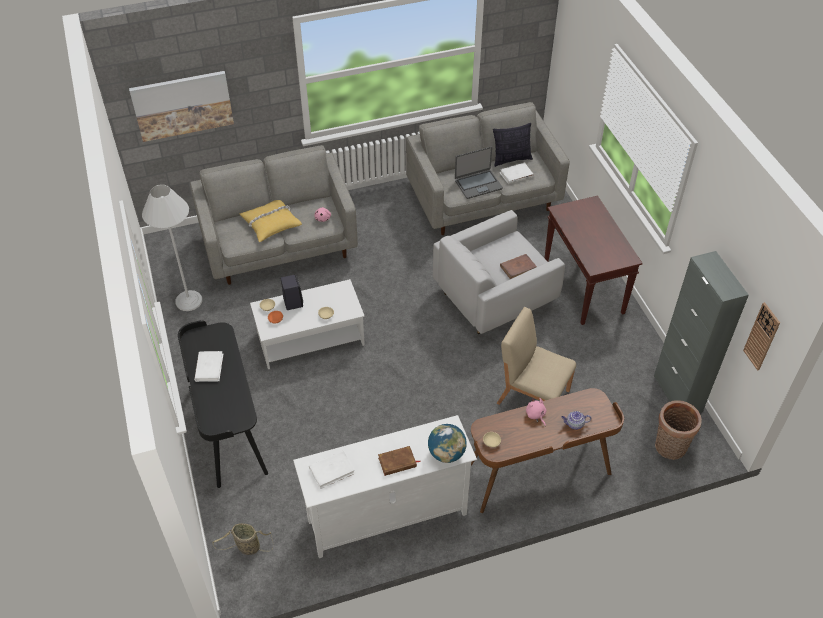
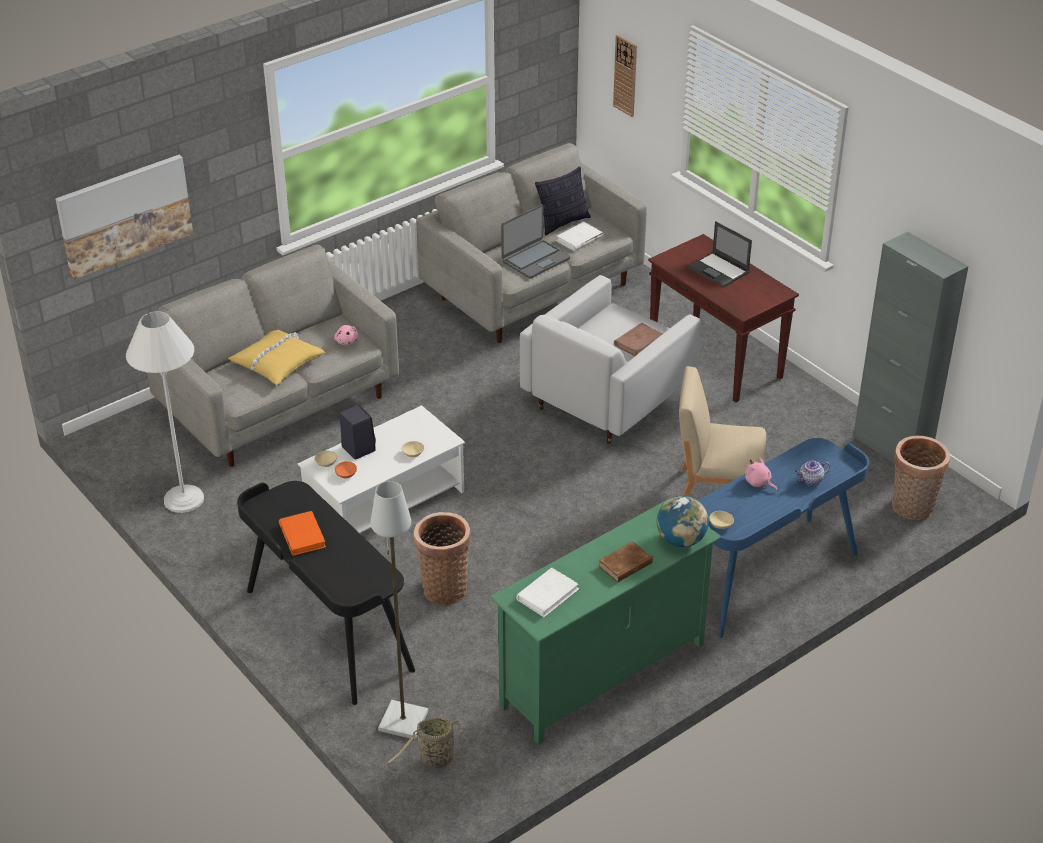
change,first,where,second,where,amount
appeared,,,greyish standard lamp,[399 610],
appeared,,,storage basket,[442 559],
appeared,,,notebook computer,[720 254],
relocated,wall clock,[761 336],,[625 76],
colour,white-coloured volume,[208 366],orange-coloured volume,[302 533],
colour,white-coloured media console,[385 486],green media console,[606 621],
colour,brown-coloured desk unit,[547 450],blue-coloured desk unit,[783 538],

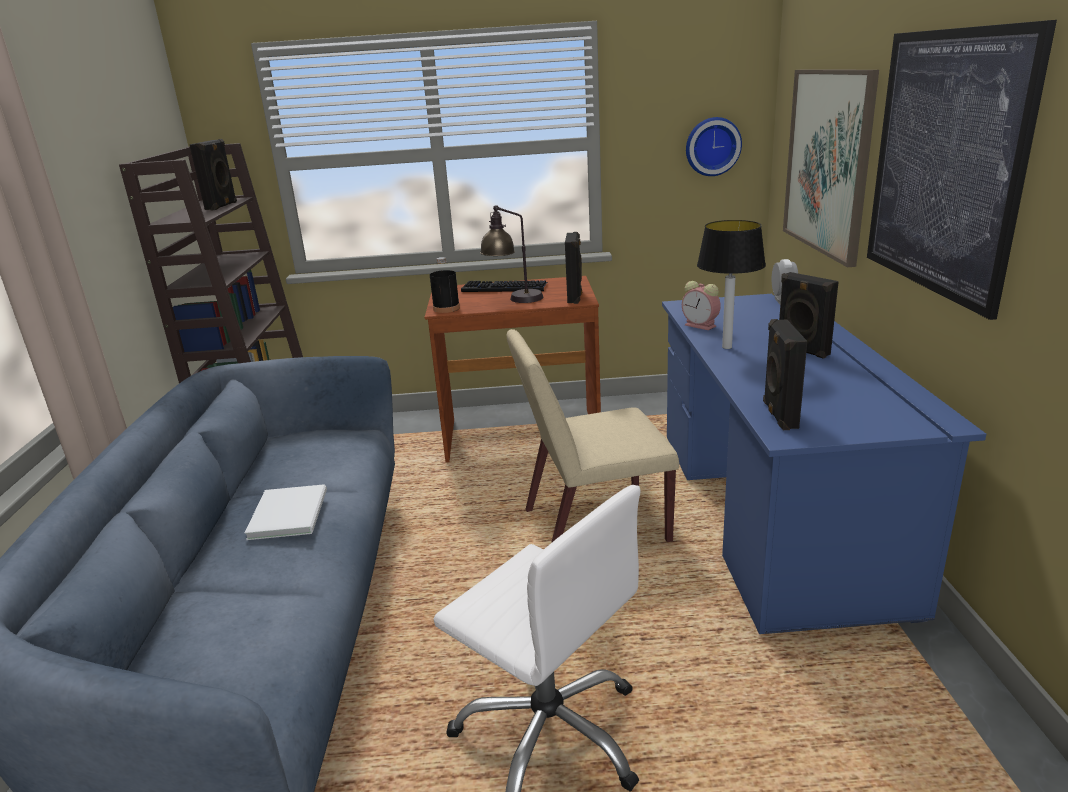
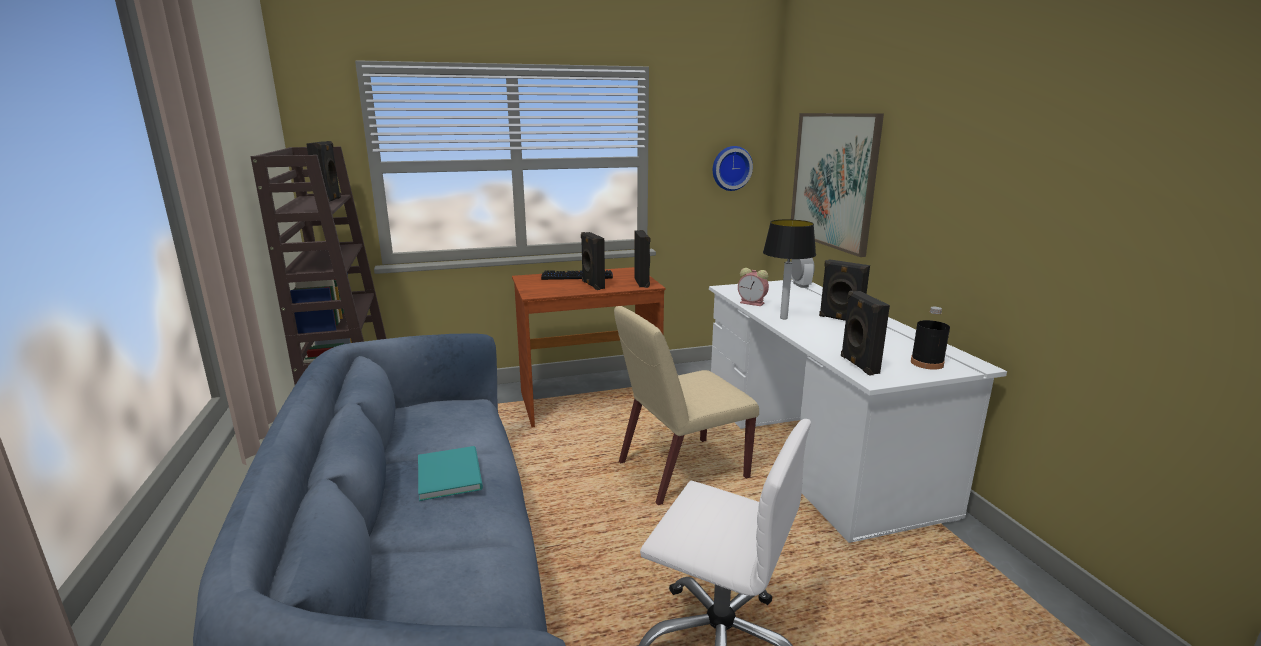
change,first,where,second,where,amount
missing,wall art,[962 170],,,
relocated,black bottle,[445 285],,[930 338],
exchanged,table lamp,[511 254],black audio speaker,[593 261],
colour,white-coloured volume,[286 512],turquoise volume,[450 473],
colour,blue-coloured desk unit,[824 464],white-coloured desk unit,[858 411],

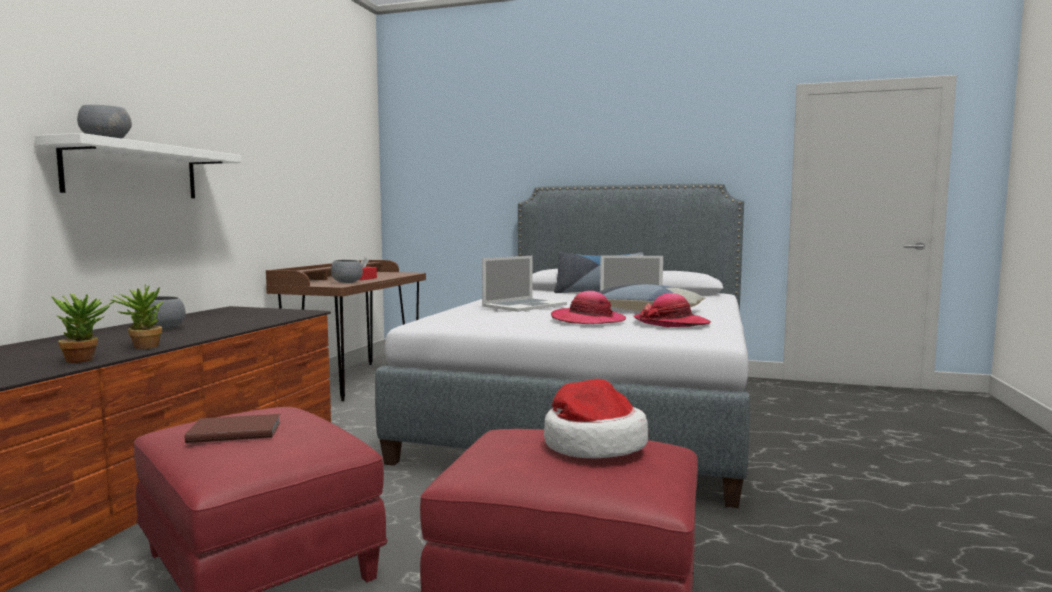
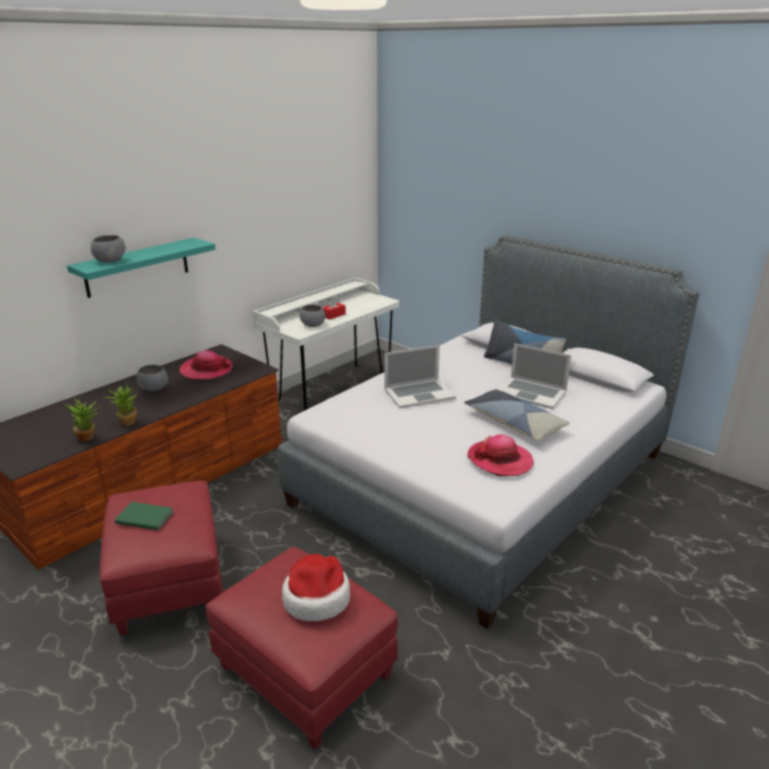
change,first,where,second,where,amount
relocated,wearable hat,[588 307],,[206 365],
colour,white-coloured bracket shelf,[138 165],turquoise bracket shelf,[141 268],
colour,brown-coloured volume,[233 428],green volume,[144 516],
colour,brown-coloured desk unit,[346 330],white-coloured desk unit,[325 344],

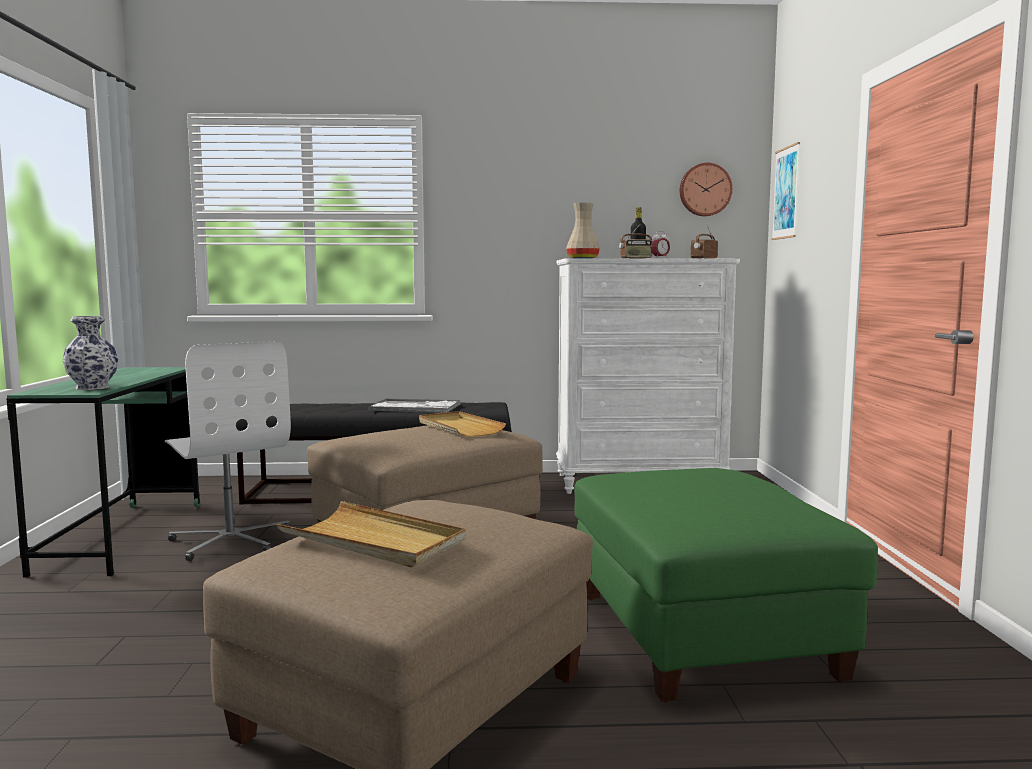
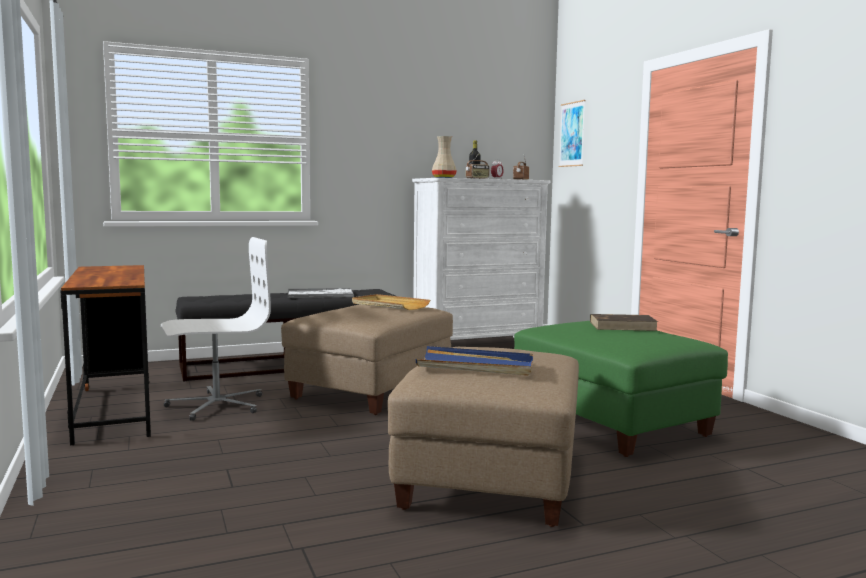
change,first,where,second,where,amount
missing,decorative vase,[90 353],,,
missing,wall clock,[706 189],,,
appeared,,,brown-coloured volume,[624 322],
colour,green desk unit,[103 472],brown-coloured desk unit,[105 355],
colour,beige tray,[371 534],blue-coloured tray,[474 361],
spun,white-coloured desk chair,[228 451],,[216 329],60 degrees counterclockwise

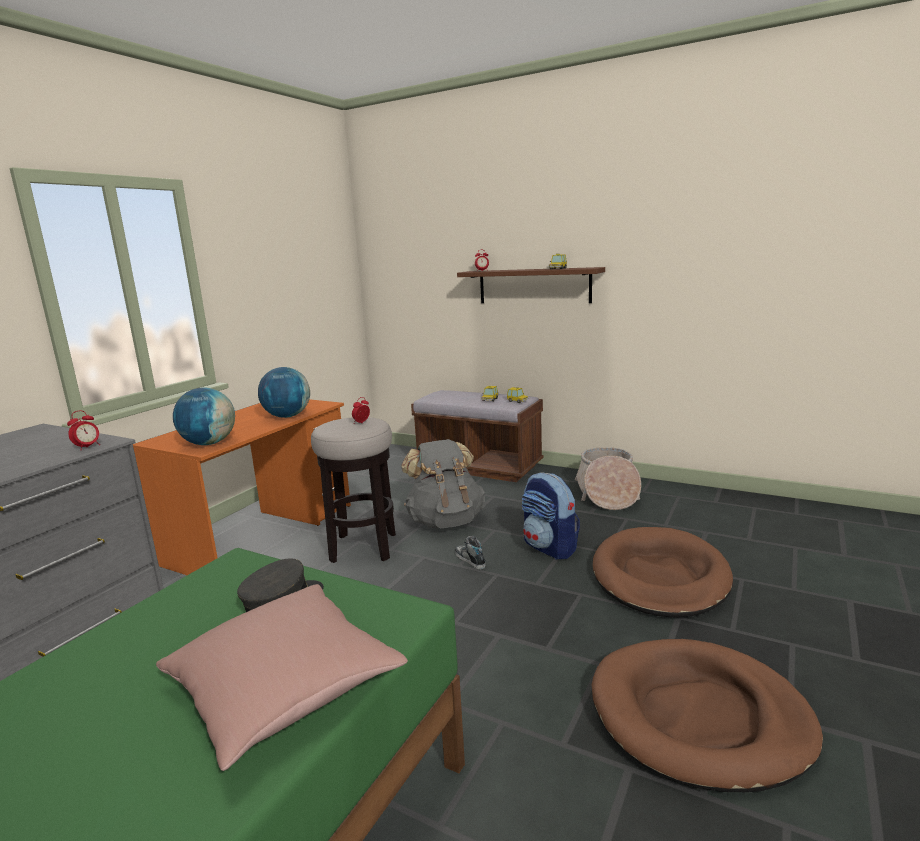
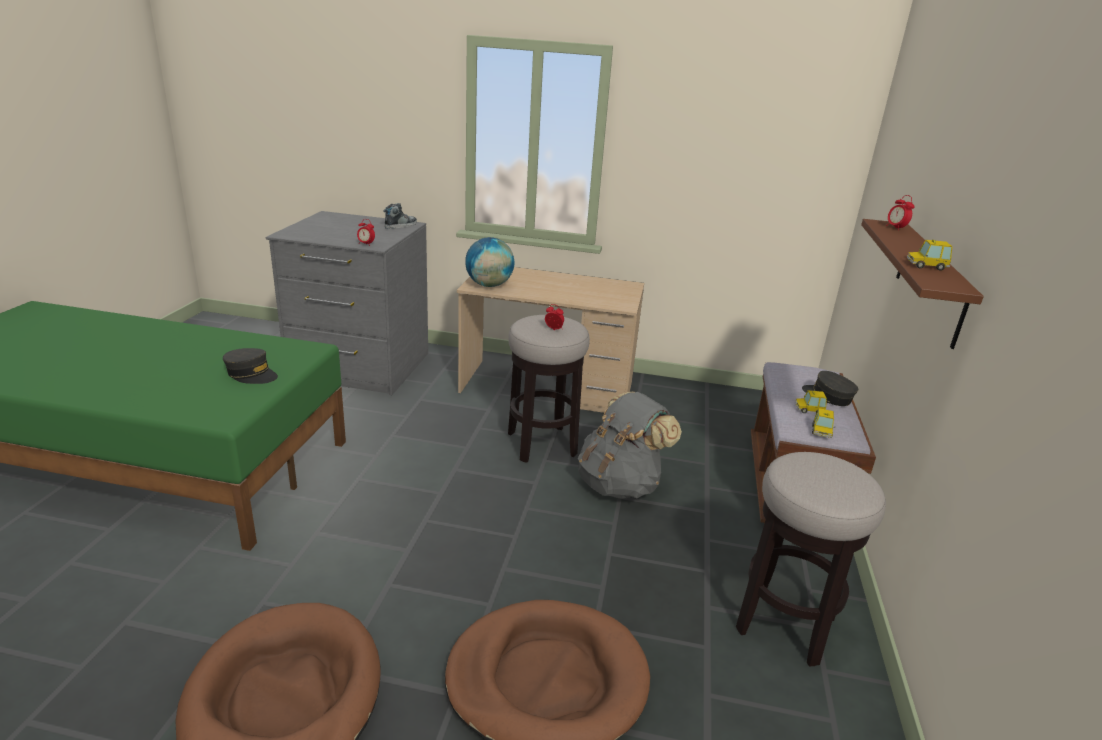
change,first,where,second,where,amount
missing,pink-coloured throw pillow,[282 677],,,
missing,desk globe,[284 392],,,
missing,knapsack,[551 515],,,
appeared,,,greyish cap,[830 388],
relocated,low shoe,[470 553],,[400 216],
exchanged,storage basket,[608 478],sitting stool,[811 559],
colour,orange-coloured desk unit,[242 487],beige desk unit,[550 340],

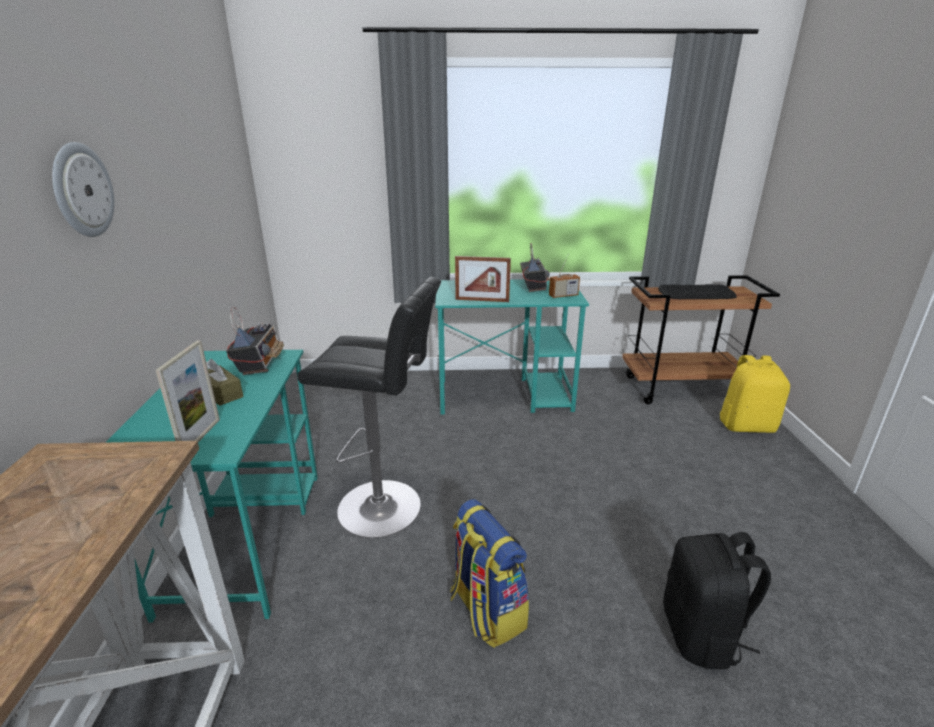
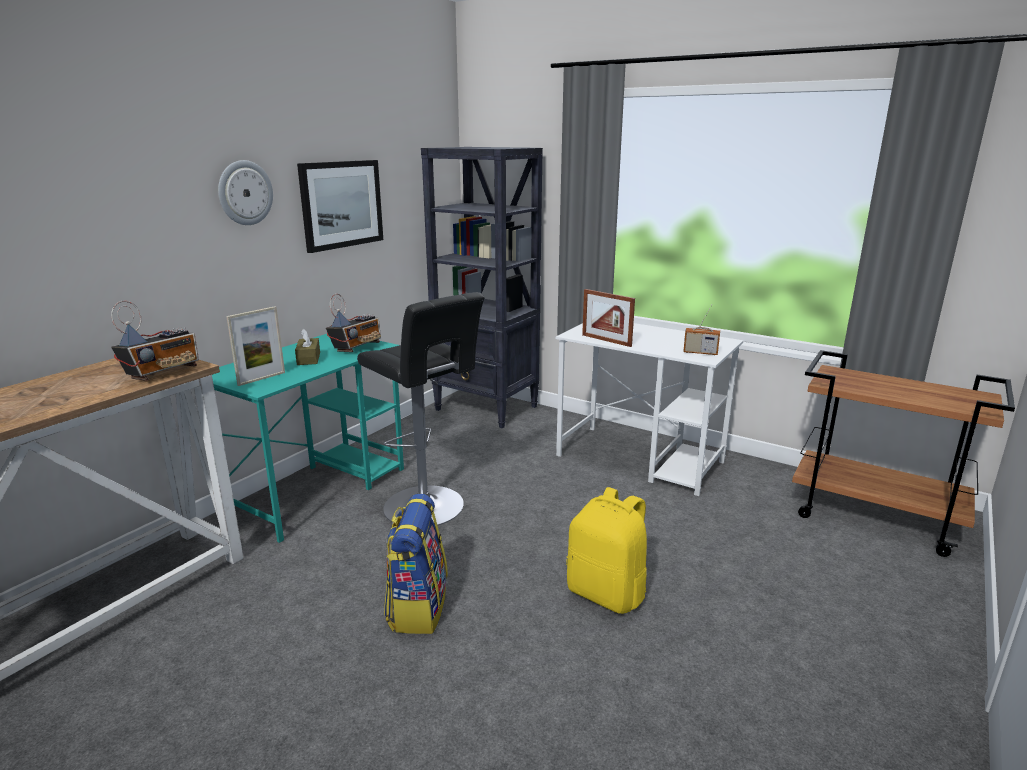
change,first,where,second,where,amount
missing,keyboard,[697 291],,,
missing,black knapsack,[717 600],,,
appeared,,,wall art,[340 206],
appeared,,,black shelving unit,[482 287],
relocated,radio,[535 267],,[155 341],
relocated,yellow knapsack,[754 394],,[606 550],
colour,turquoise desk unit,[512 346],white-coloured desk unit,[649 409],

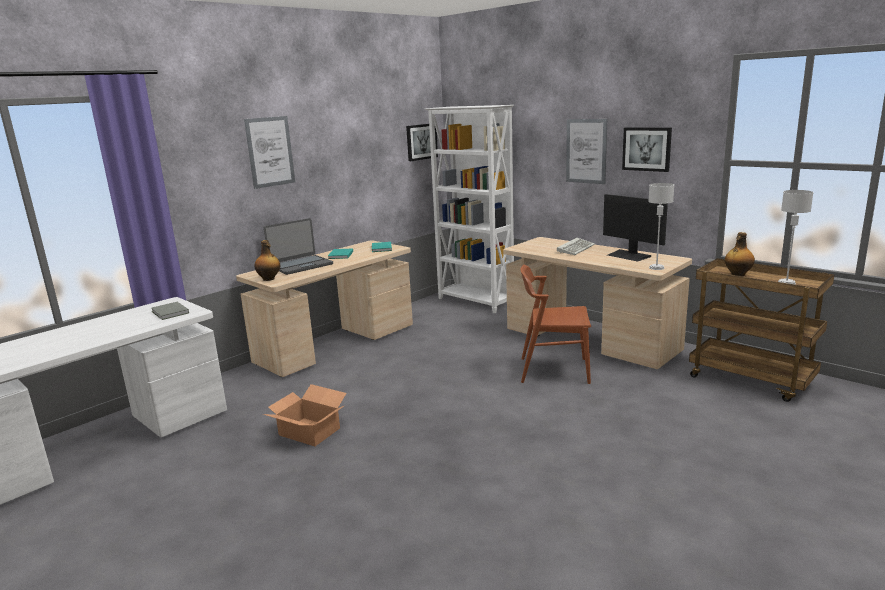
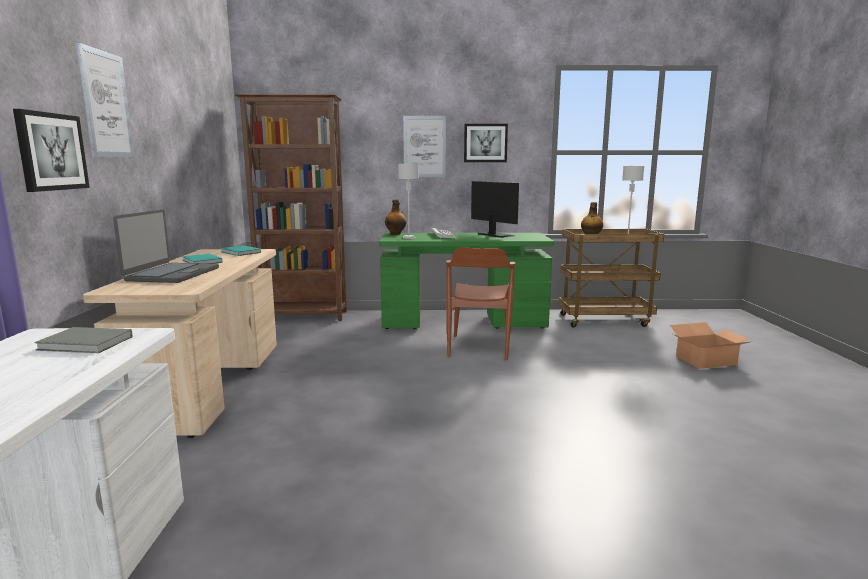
change,first,where,second,where,amount
relocated,bottle,[267 260],,[396 217],
relocated,cardboard box,[305 415],,[711 345],
relocated,wall art,[422 142],,[51 150],
relocated,greyish table lamp,[661 226],,[408 201],
colour,white-coloured shelving unit,[469 209],brown-coloured shelving unit,[291 207],
colour,beige desk unit,[597 303],green desk unit,[466 281],
spun,brown-coloured chair,[555 324],,[481 303],45 degrees counterclockwise
spun,monitor,[635 228],,[495 209],135 degrees counterclockwise

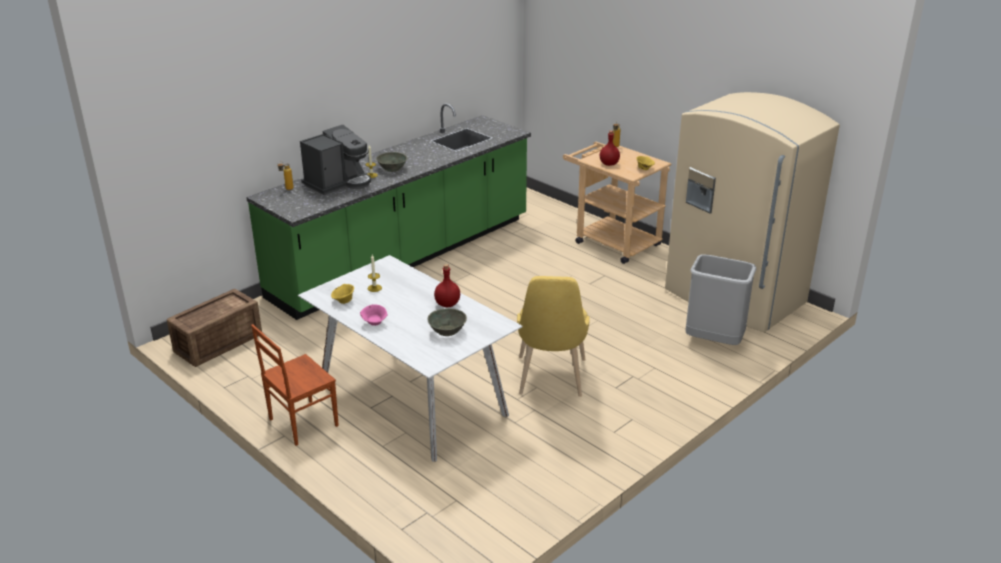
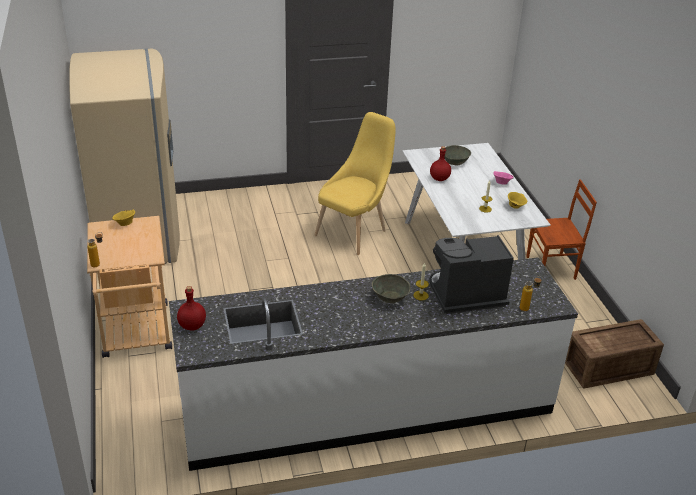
change,first,where,second,where,amount
missing,greyish waste bin,[720 299],,,
relocated,reddish bottle,[610 148],,[191 308],
colour,green kitchen base unit,[388 211],white-coloured kitchen base unit,[373 364],

